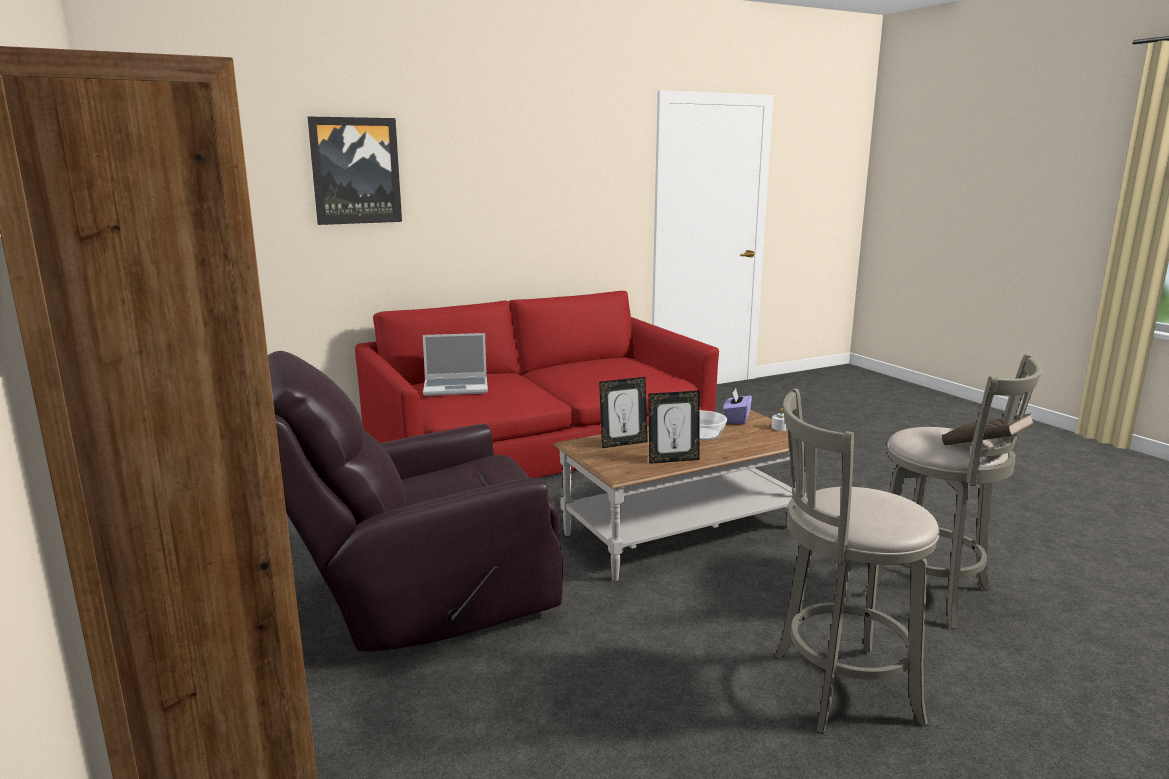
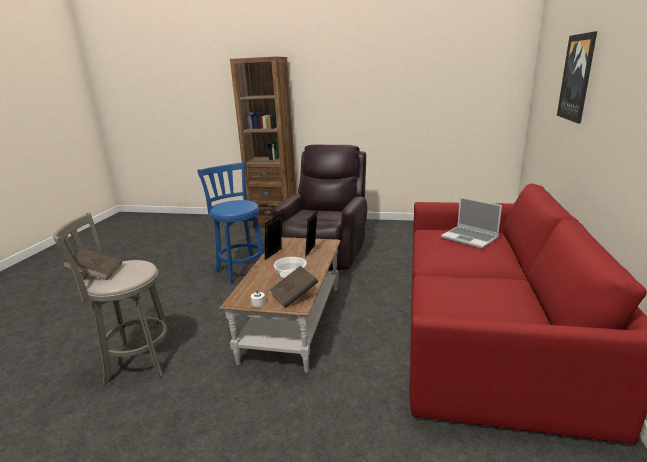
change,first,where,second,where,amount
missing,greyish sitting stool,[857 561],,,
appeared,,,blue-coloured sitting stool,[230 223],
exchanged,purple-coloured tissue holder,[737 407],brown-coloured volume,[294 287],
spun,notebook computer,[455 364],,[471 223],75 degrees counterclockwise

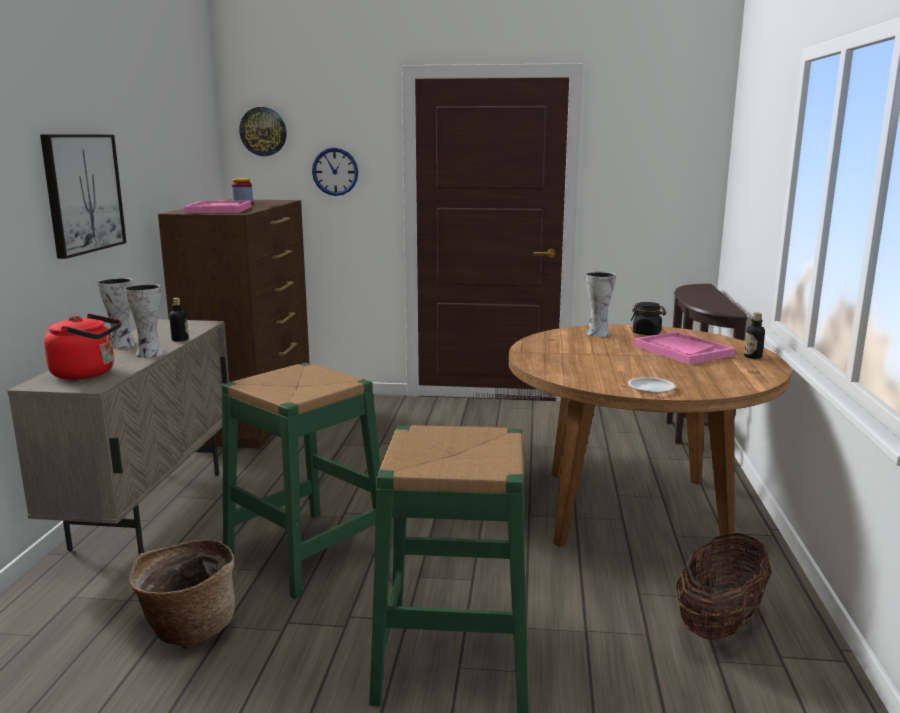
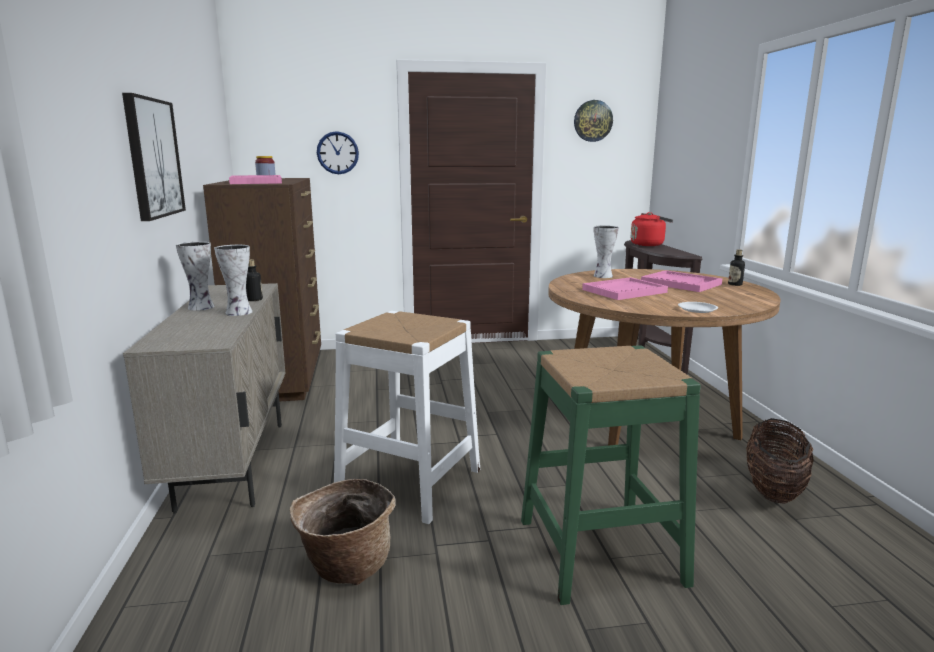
change,first,where,second,where,amount
missing,black jar,[648 318],,,
appeared,,,pink-coloured tray,[625 288],
relocated,reddish tea kettle,[82 347],,[652 229],
relocated,wall clock,[263 131],,[593 121],
colour,green sitting stool,[301 481],white-coloured sitting stool,[407 417],

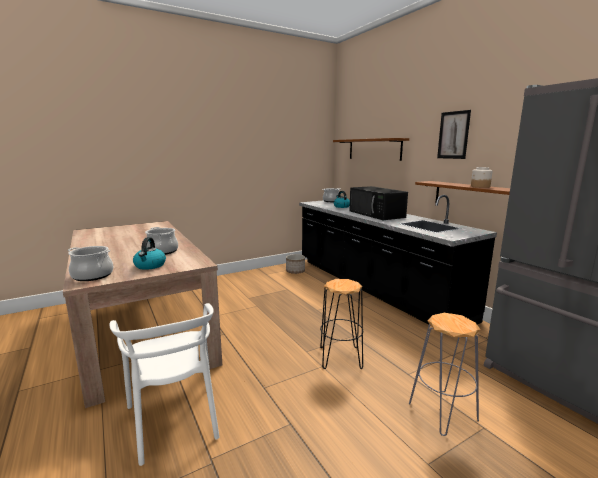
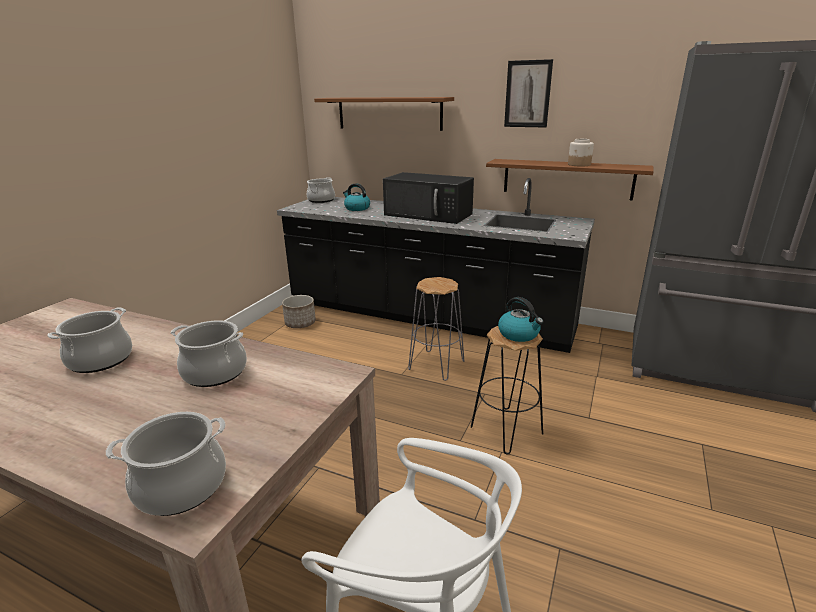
change,first,where,second,where,amount
appeared,,,stockpot,[89 340],
relocated,tea kettle,[149 253],,[520 319],
relocated,greyish sitting stool,[445 374],,[436 329],

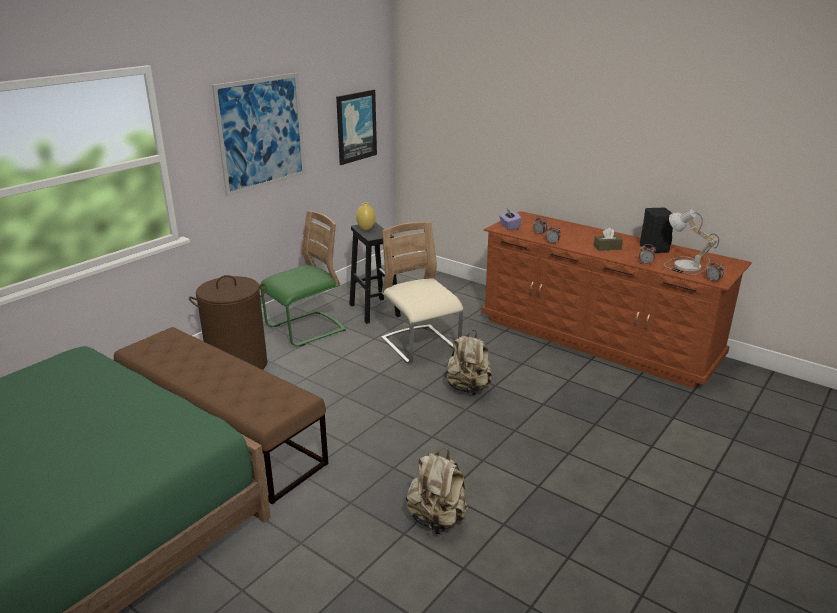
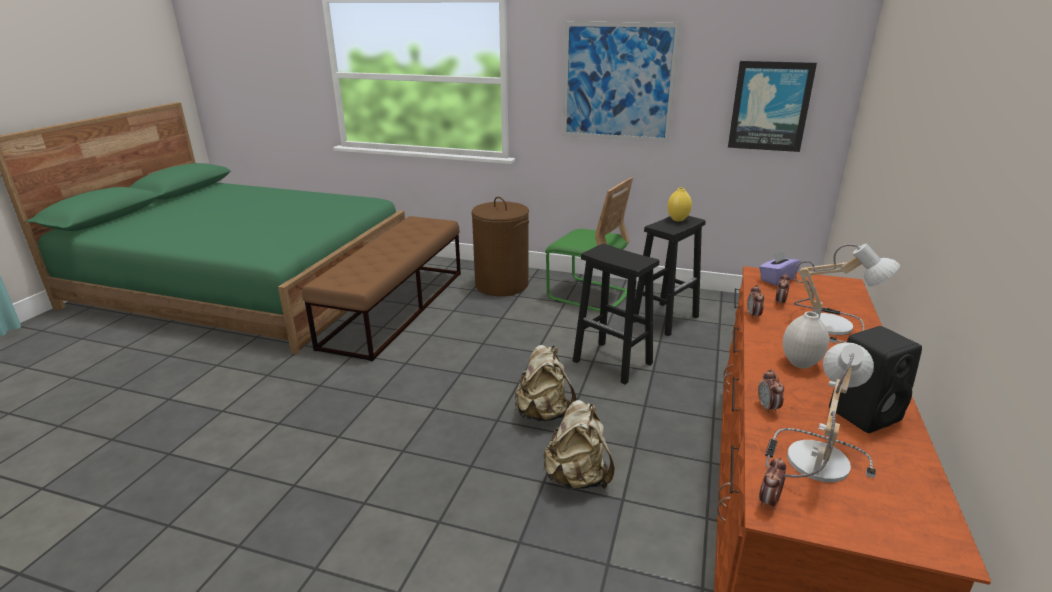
change,first,where,second,where,amount
appeared,,,table lamp,[847 293],
relocated,beige knapsack,[437 491],,[578 444],
exchanged,beige chair,[422 292],black sitting stool,[616 314],
exchanged,brown-coloured tissue holder,[608 239],white-coloured decorative vase,[806 339],

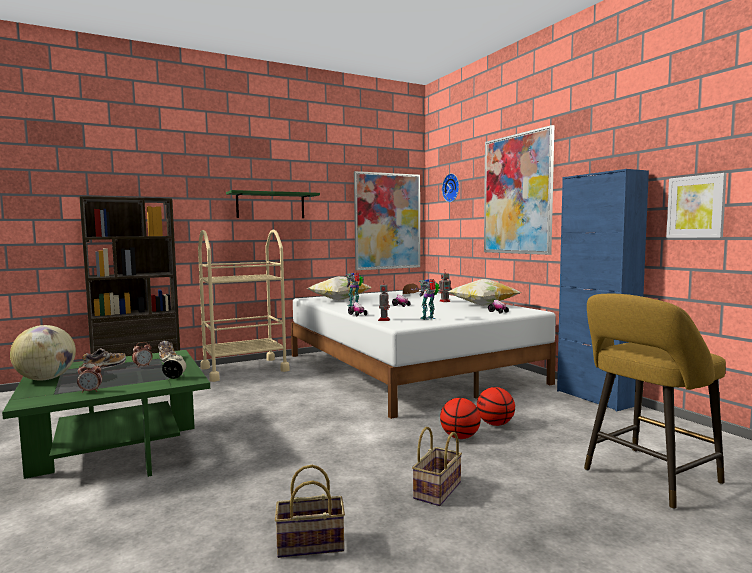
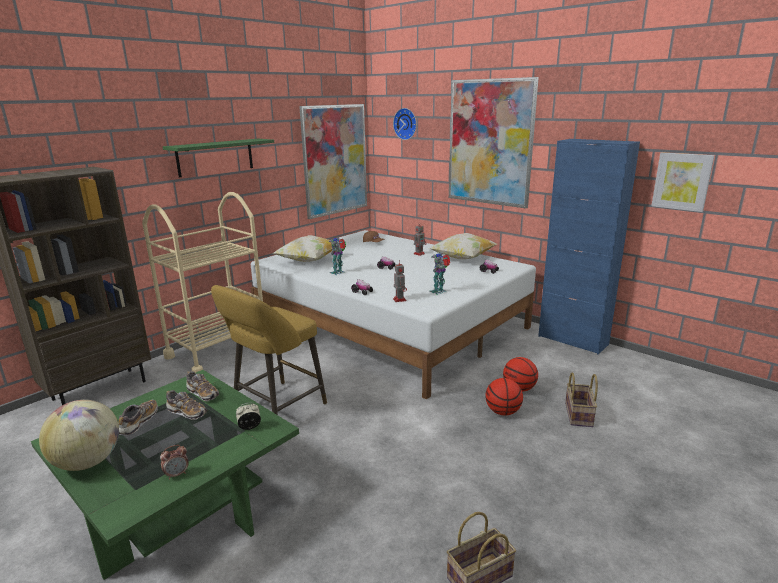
change,first,where,second,where,amount
relocated,storage basket,[437 466],,[581 399],
relocated,yellow sitting stool,[655 401],,[269 350],
exchanged,bedside clock,[142 355],low shoe,[186 405],

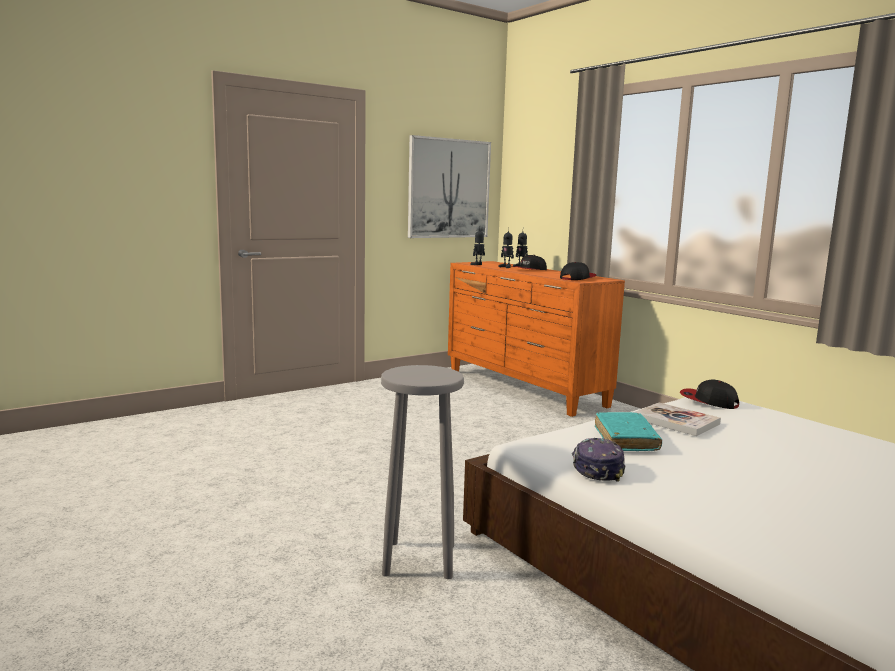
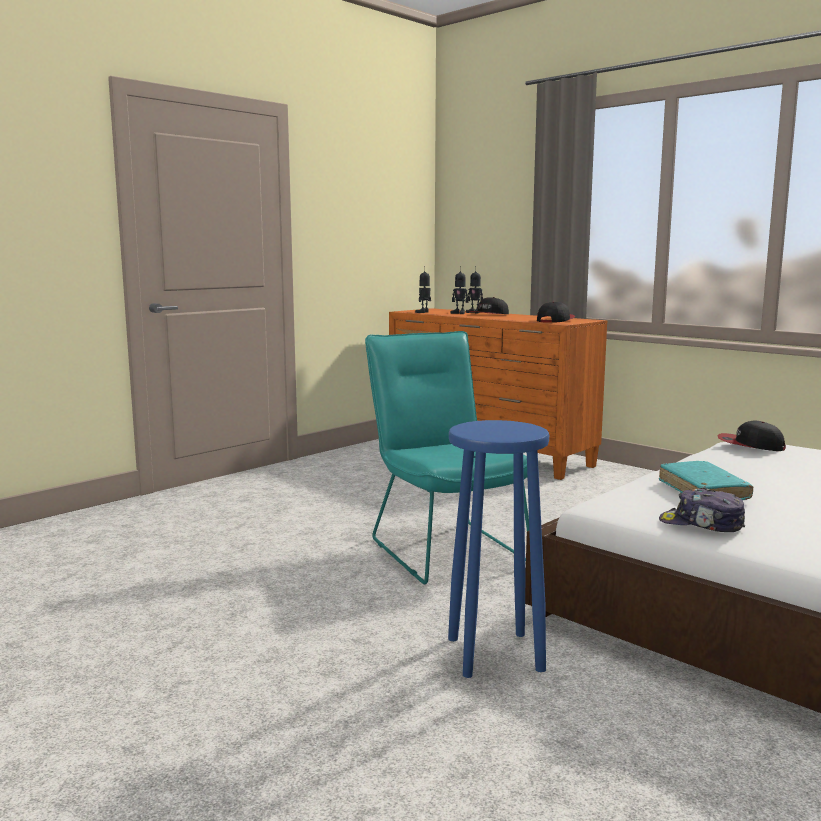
change,first,where,second,where,amount
missing,wall art,[449 186],,,
missing,volume,[677 419],,,
appeared,,,turquoise chair,[447 457],
colour,greyish sitting stool,[422 472],blue-coloured sitting stool,[498 549],
spun,cap,[598 460],,[702 509],60 degrees counterclockwise

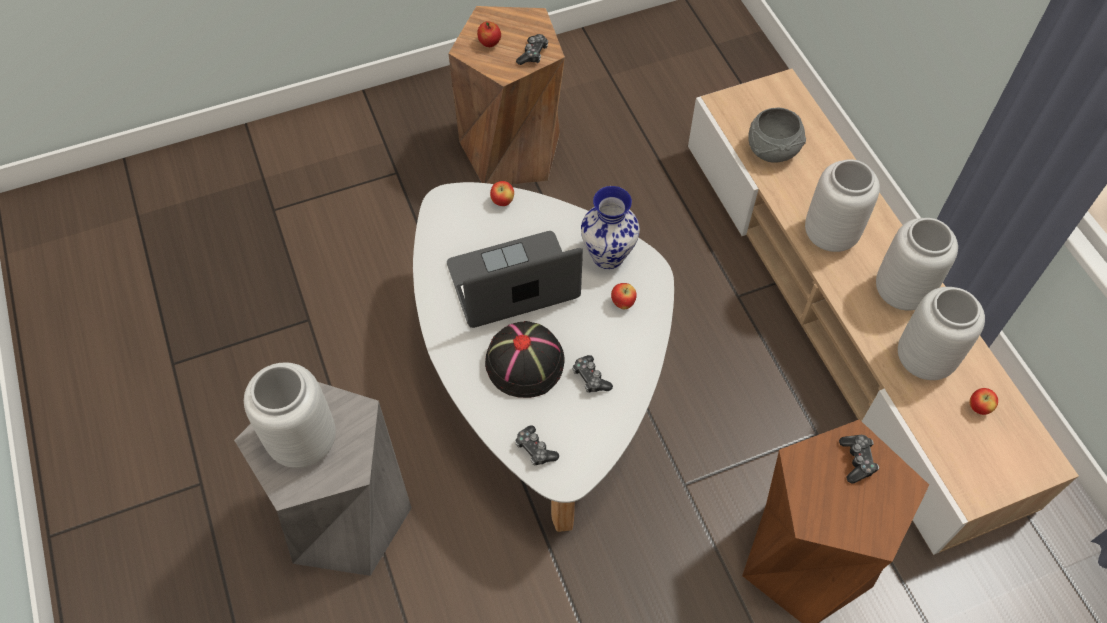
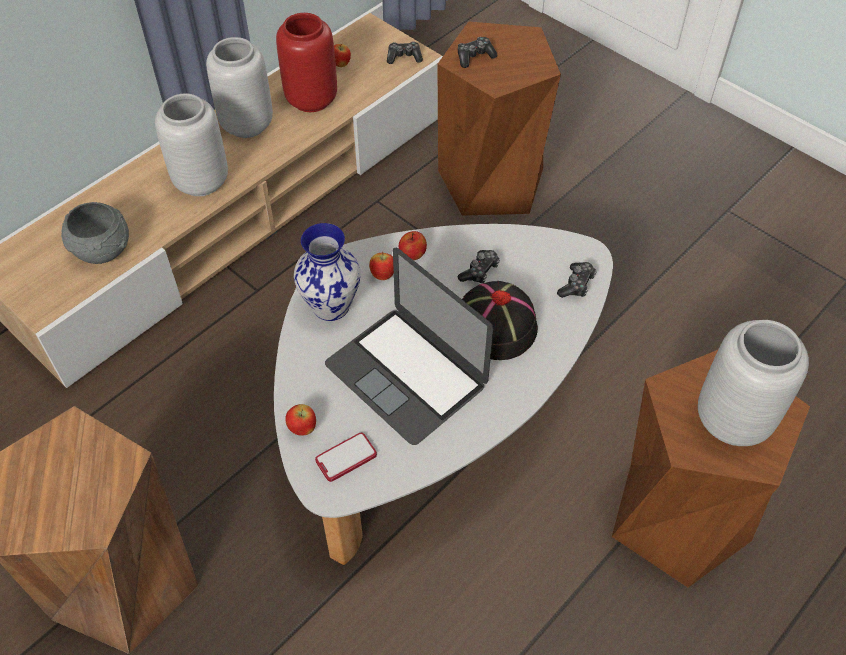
change,first,where,second,where,amount
appeared,,,telephone,[346 457],
relocated,apple,[489 34],,[413 245],
relocated,joypad,[532 49],,[405 52],
colour,greyish sitting stool,[323 479],brown-coloured sitting stool,[711 468],
colour,greyish decorative vase,[941 333],reddish decorative vase,[306 62],

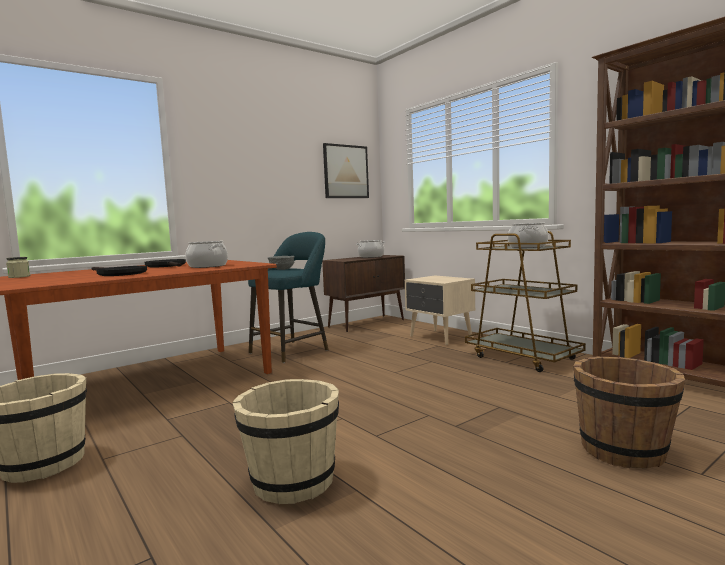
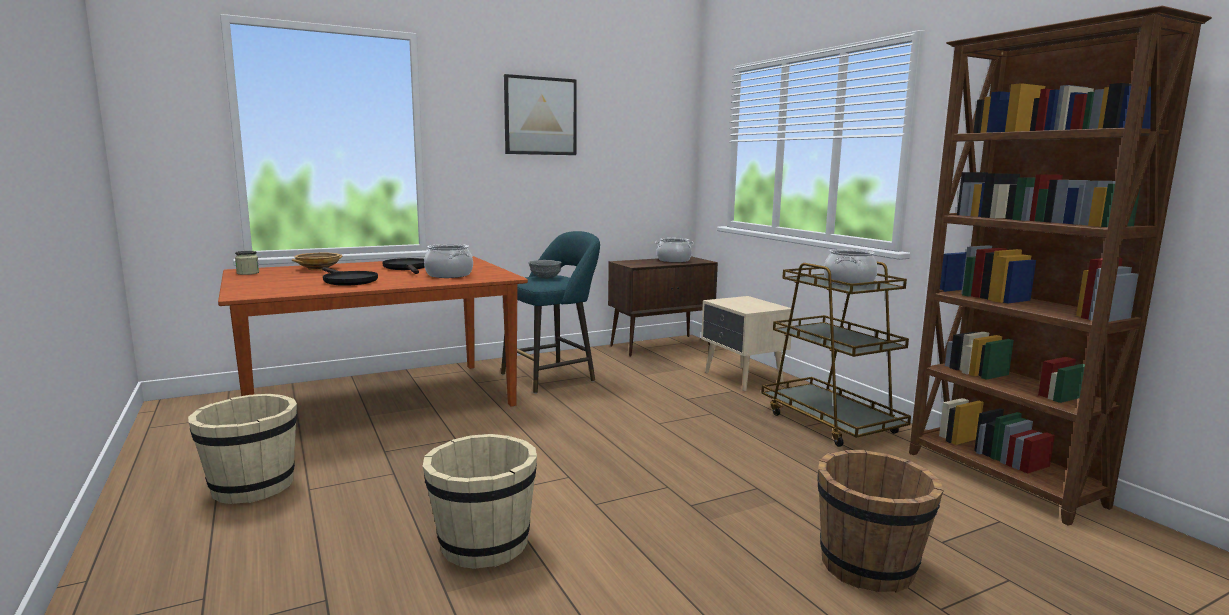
change,first,where,second,where,amount
appeared,,,beige serving bowl,[317 261],
relocated,wall art,[346 170],,[540 114],

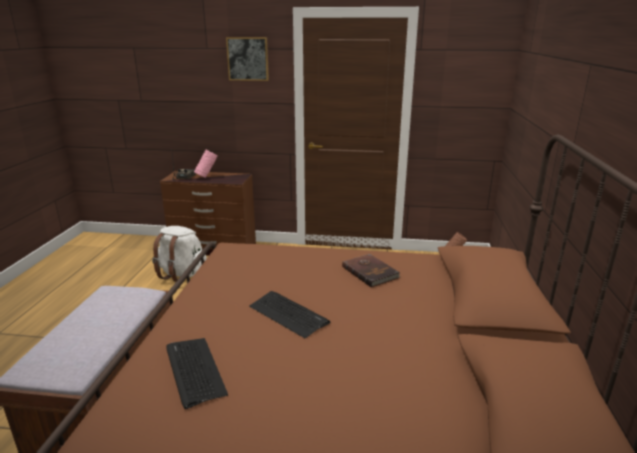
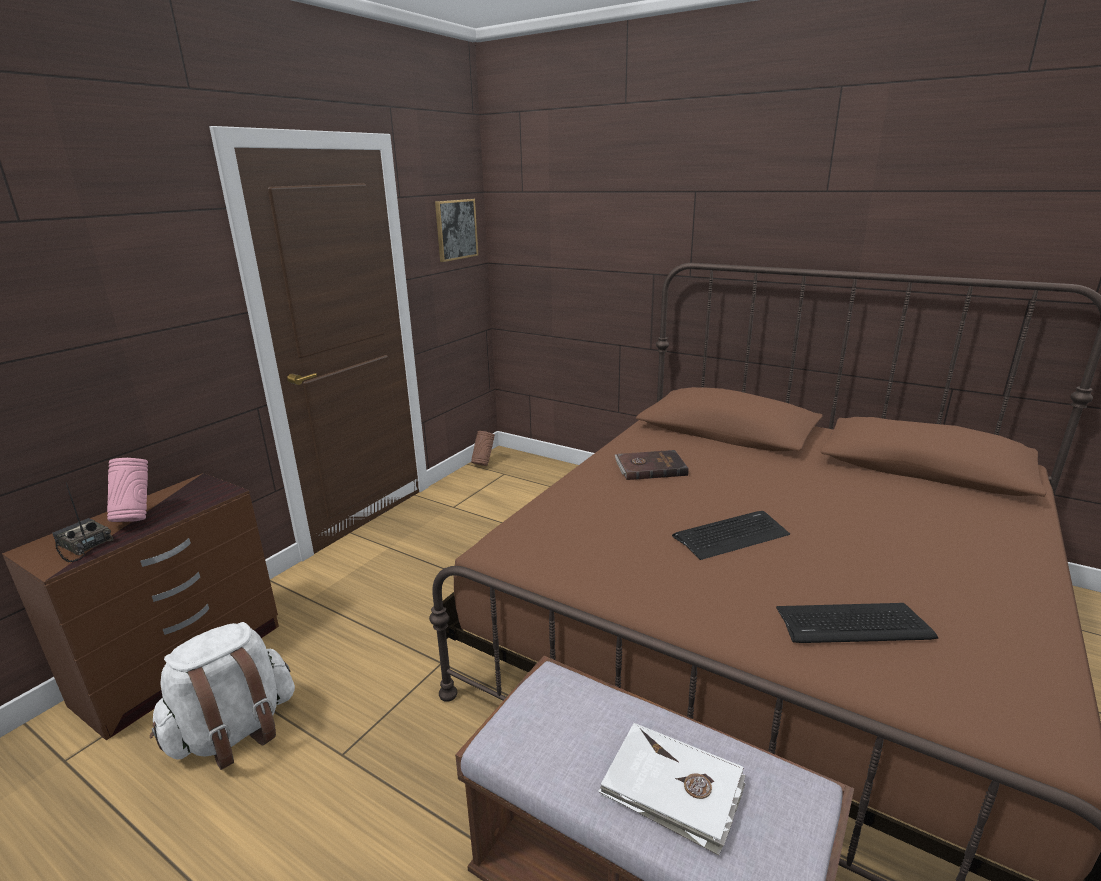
change,first,where,second,where,amount
appeared,,,white-coloured volume,[671 789],
relocated,wall art,[247 59],,[456 230],

